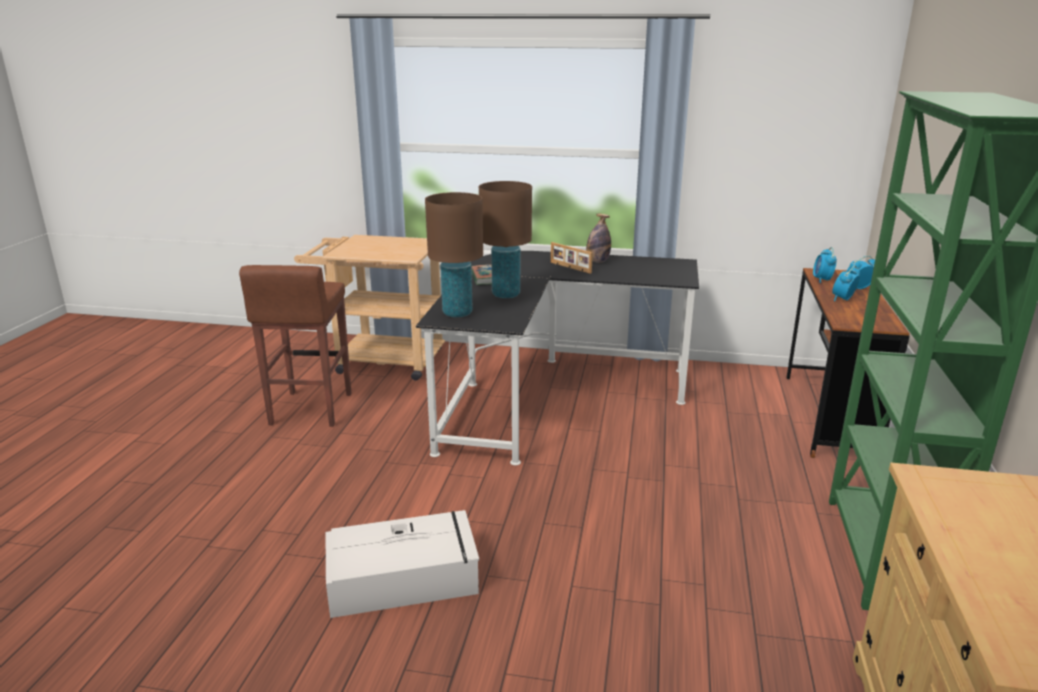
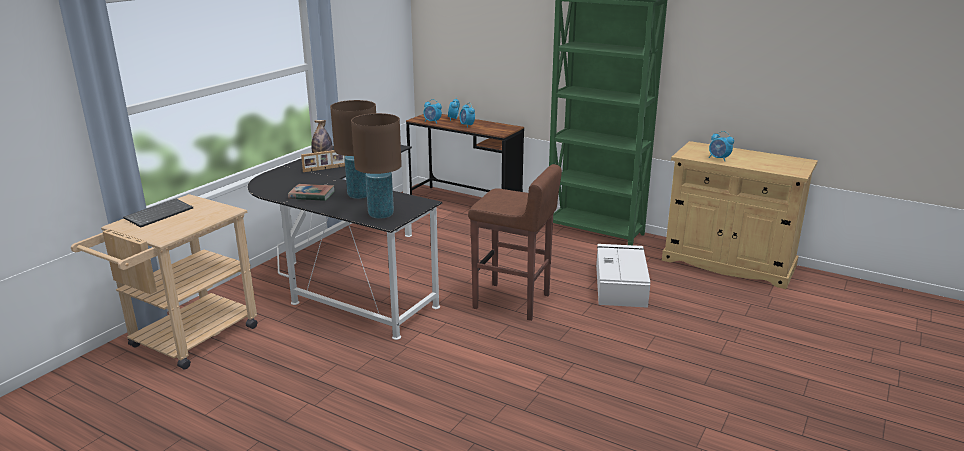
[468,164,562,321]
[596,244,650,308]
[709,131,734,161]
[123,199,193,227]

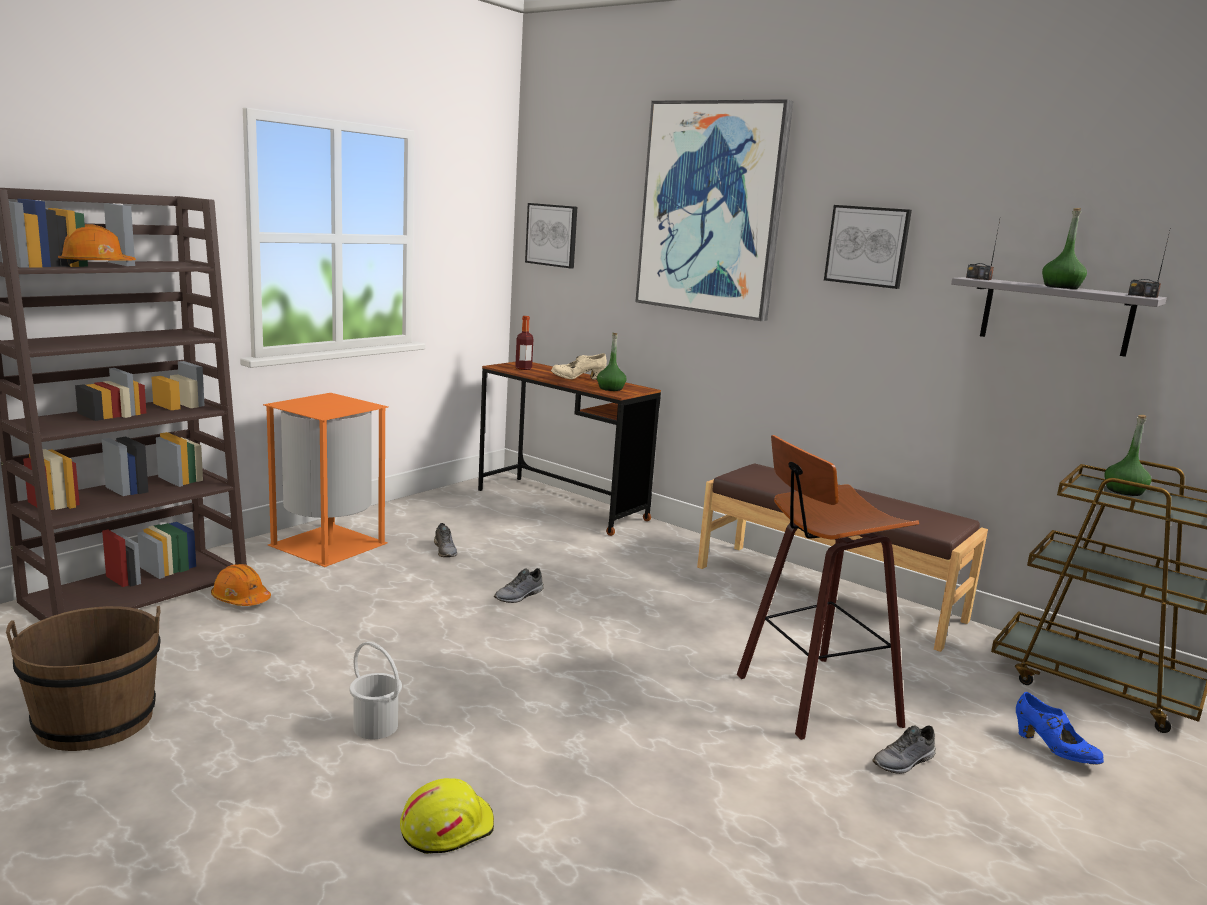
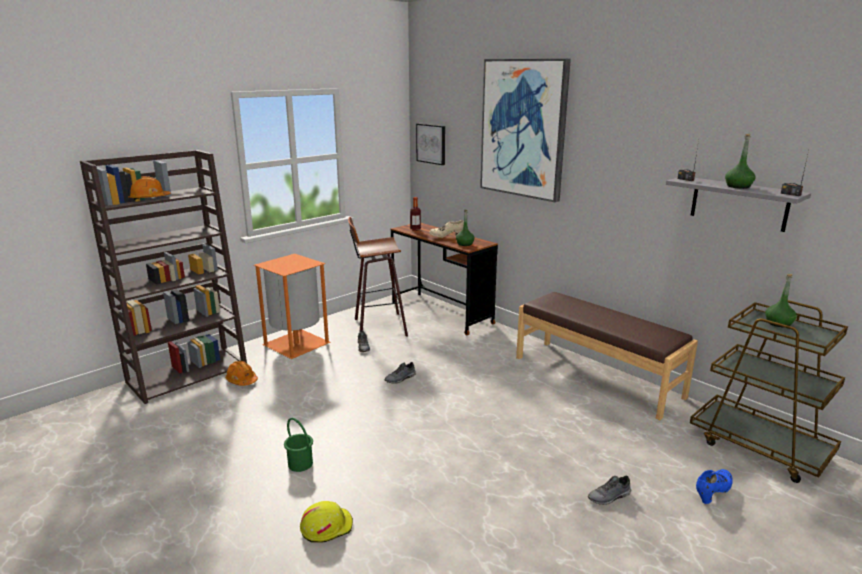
[824,205,912,289] (first image)
[348,217,408,337]
[6,606,161,751] (first image)
[284,418,313,472]
[696,469,733,504]

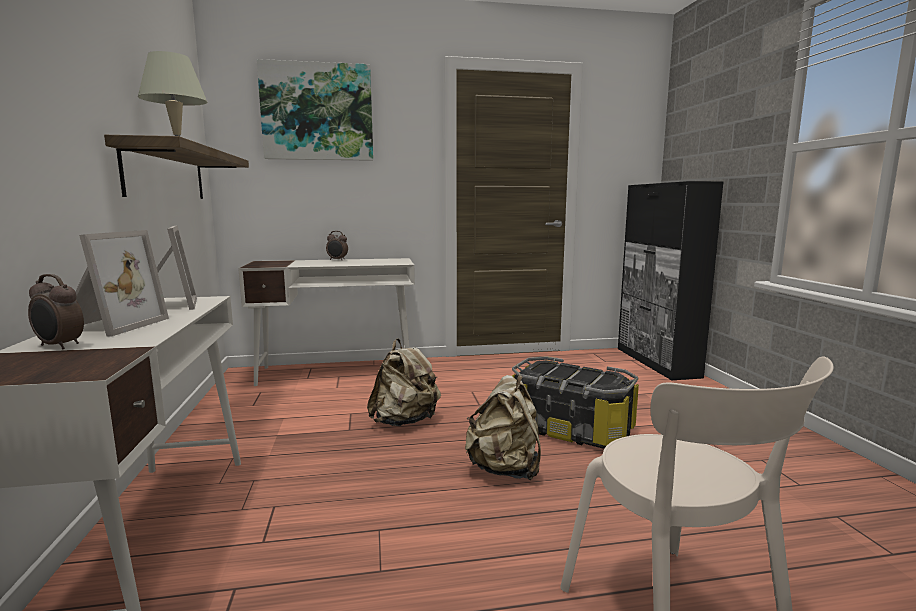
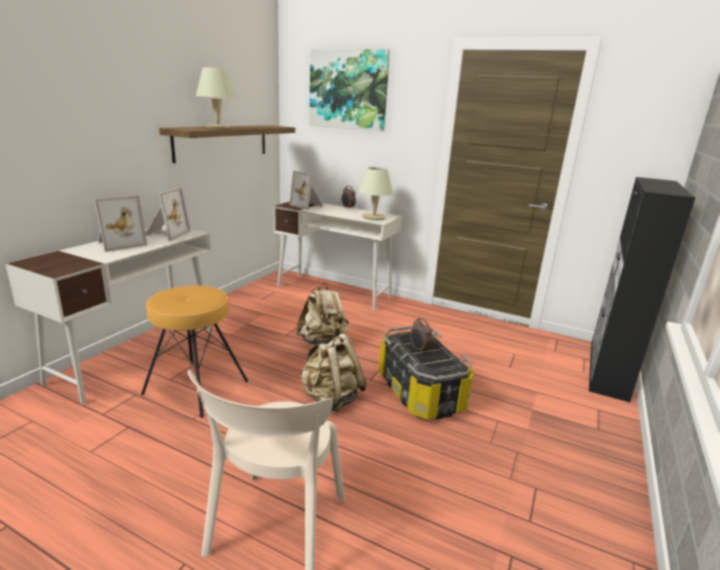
[410,318,433,352]
[358,167,393,220]
[289,171,323,210]
[141,286,248,418]

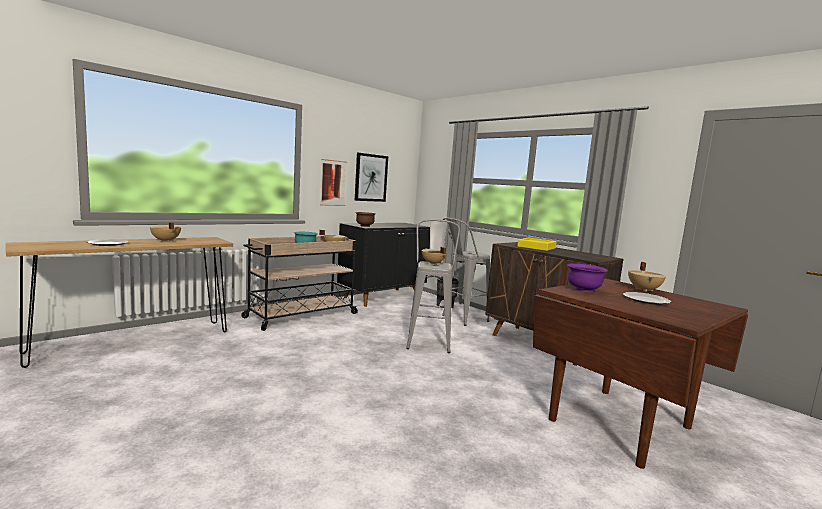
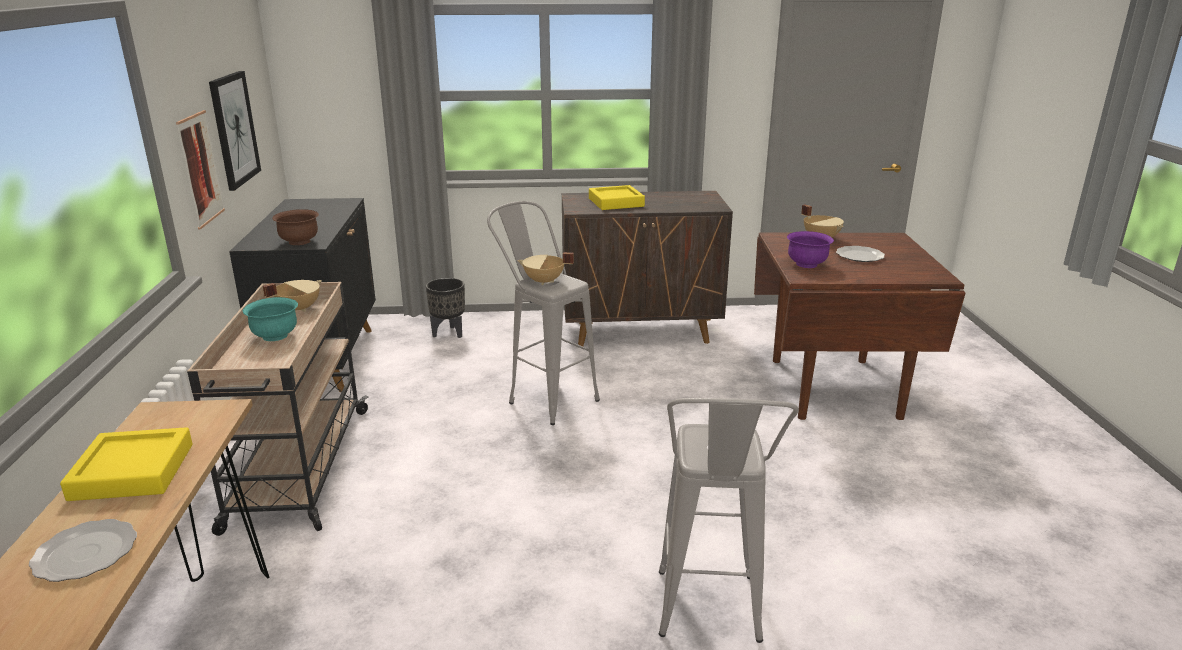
[659,398,799,643]
[60,427,192,501]

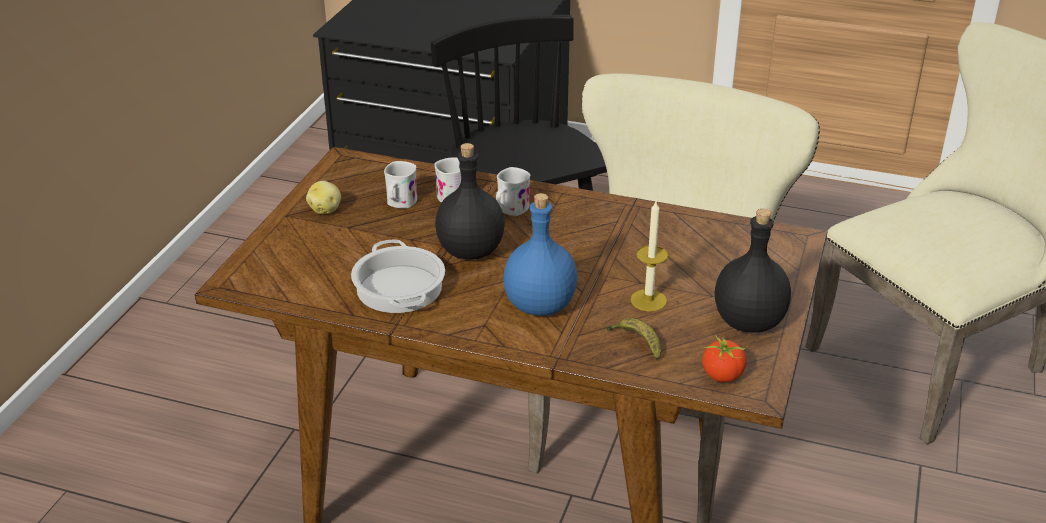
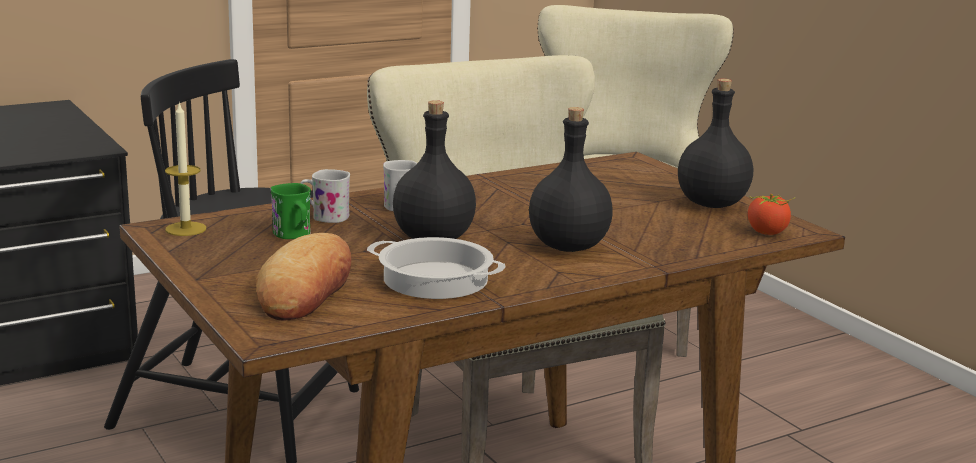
[270,183,311,239]
[306,181,341,214] (first image)
[529,107,613,252]
[165,101,206,236]
[607,318,661,360] (first image)
[256,233,351,321]

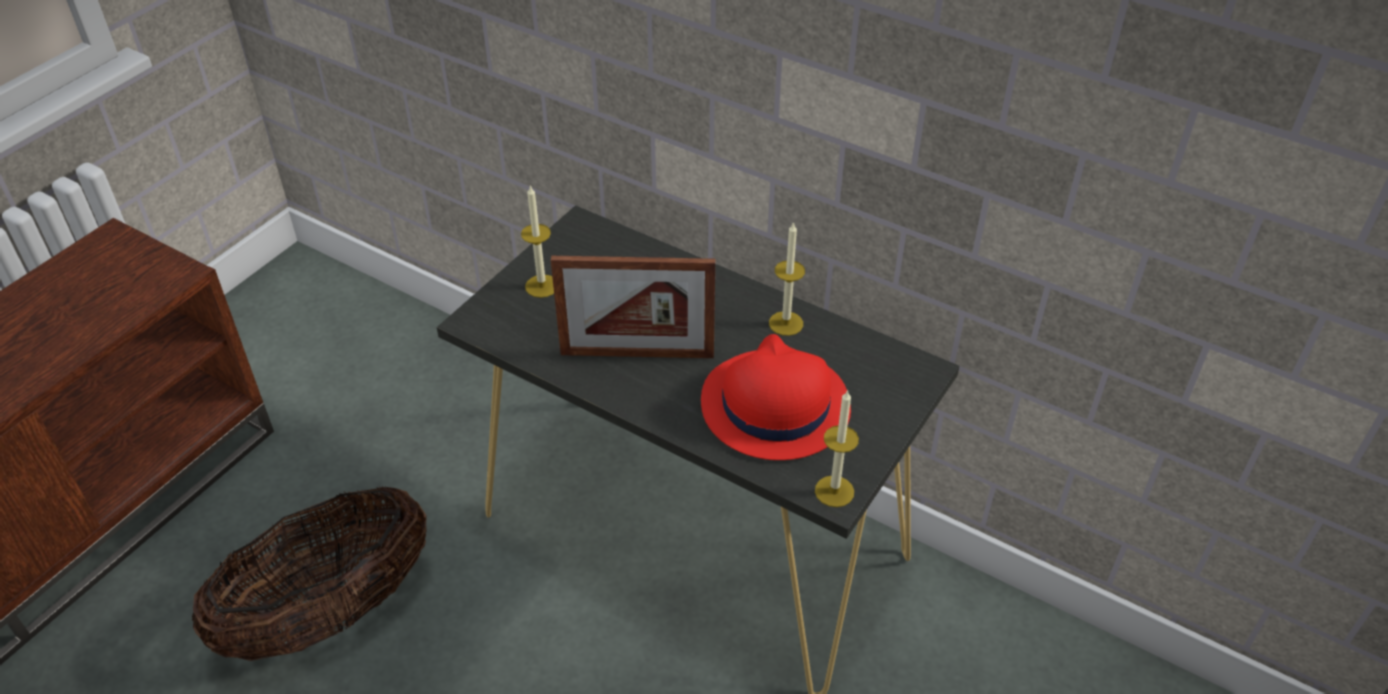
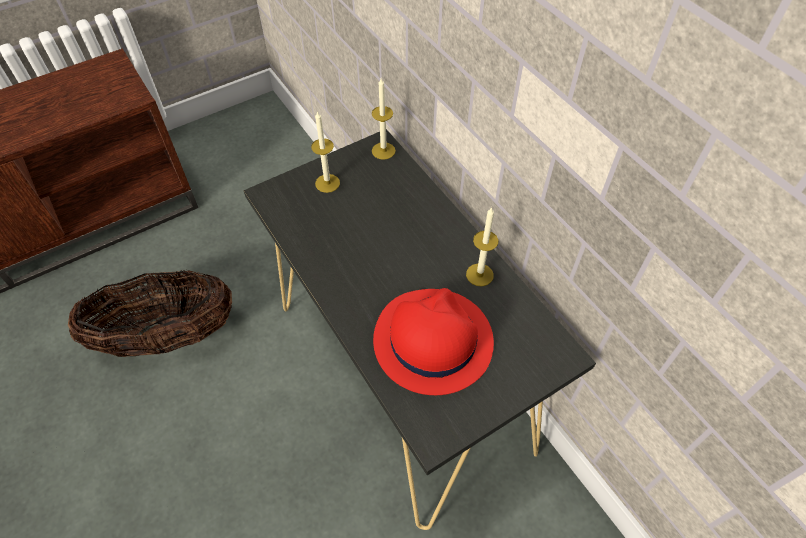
[551,256,715,358] (first image)
[372,78,396,160]

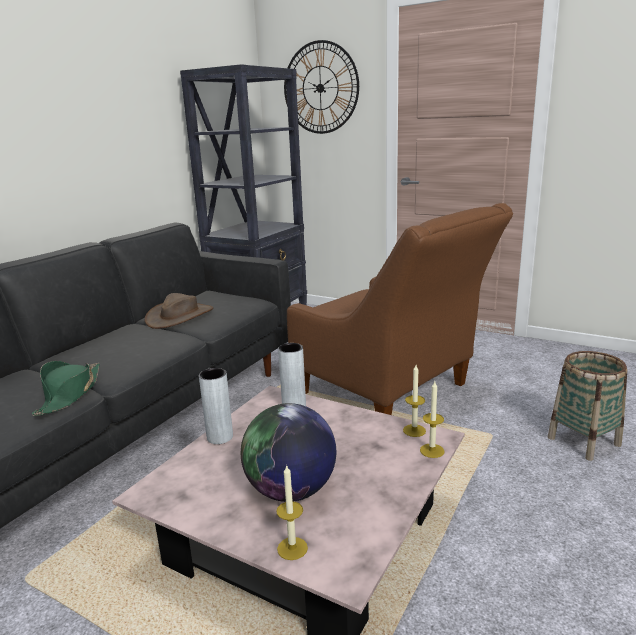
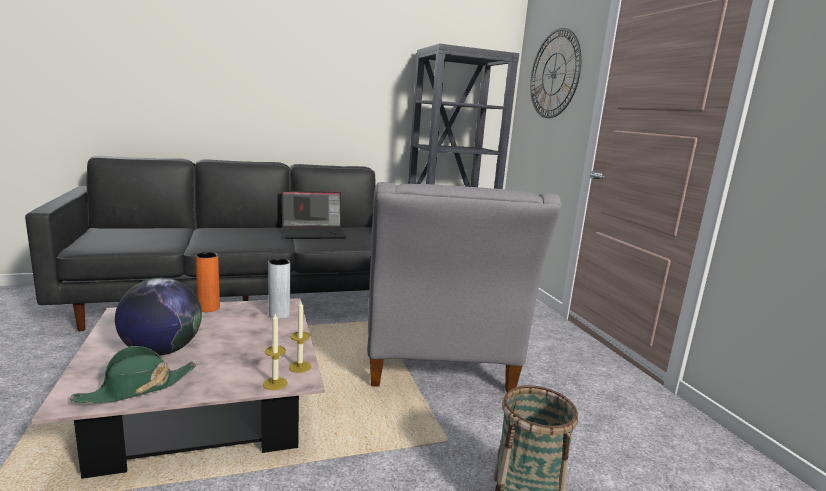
[367,182,561,392]
[282,191,347,239]
[70,346,196,404]
[195,252,220,312]
[276,464,308,560] (first image)

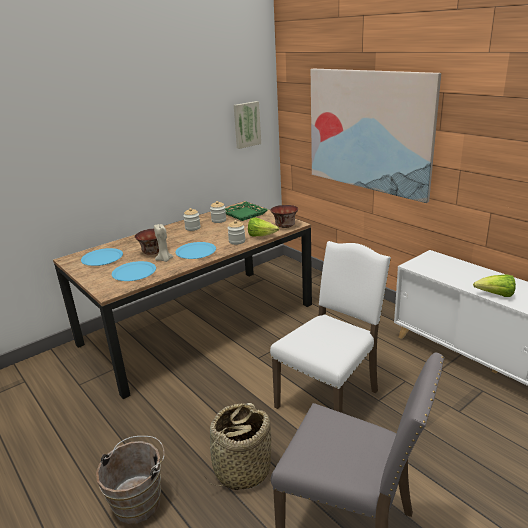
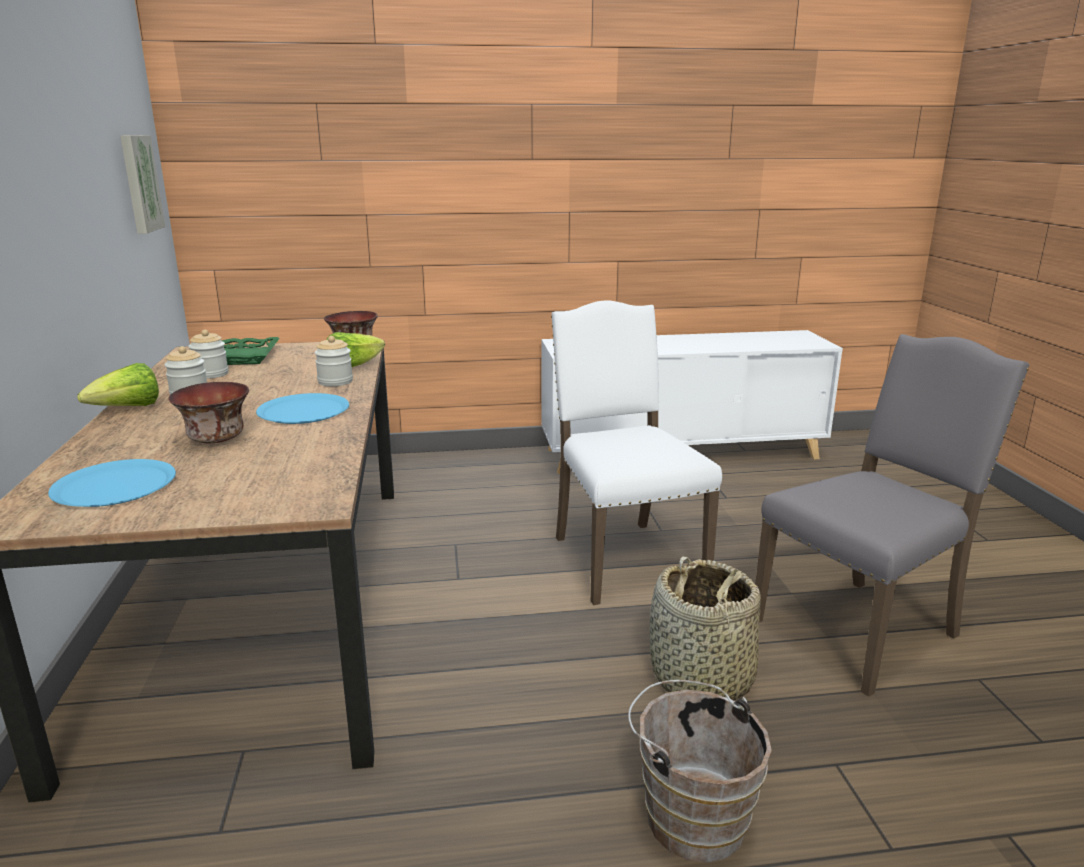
[311,69,441,203] (first image)
[154,224,174,262] (first image)
[112,261,156,281] (first image)
[77,363,159,406]

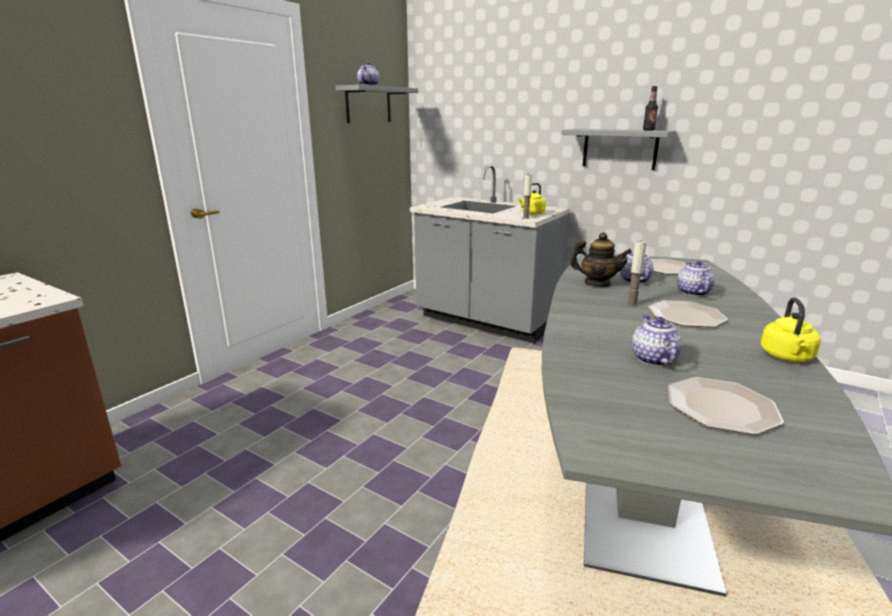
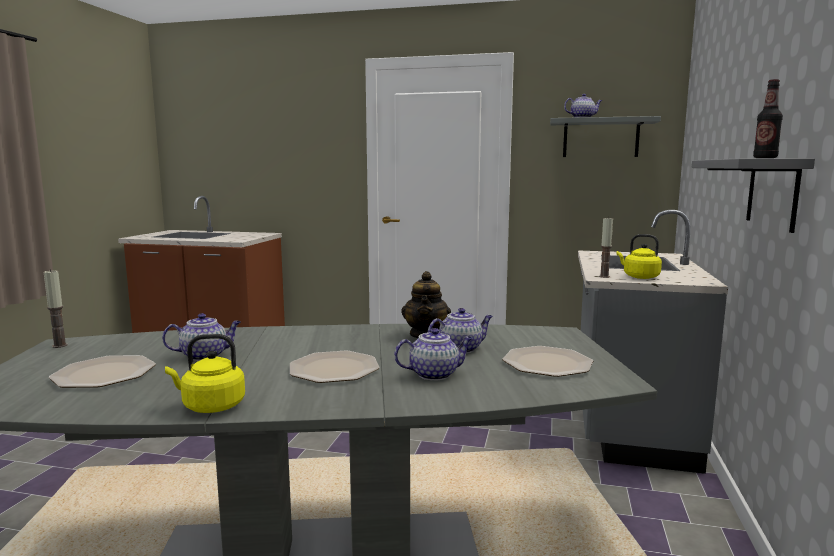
[44,269,68,348]

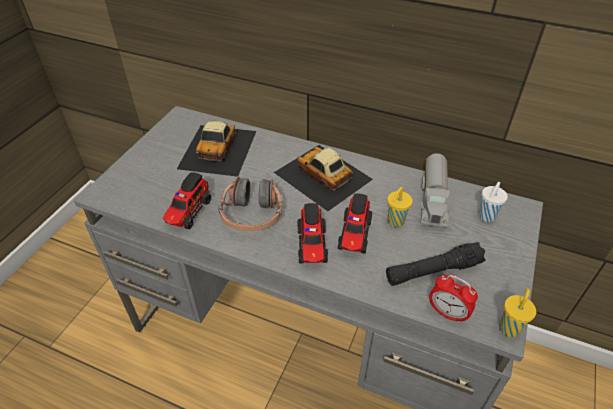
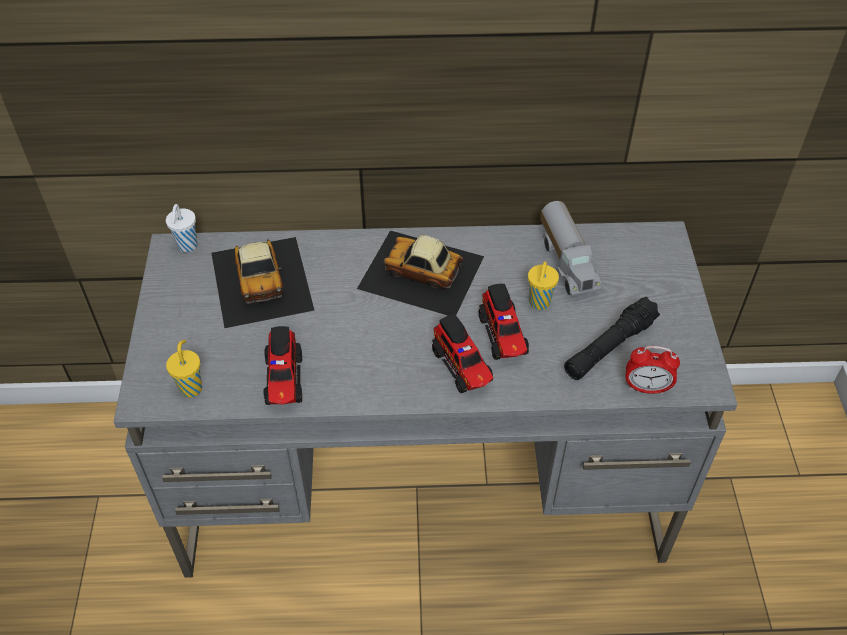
[218,177,283,231] (first image)
[166,204,198,252]
[166,340,202,398]

